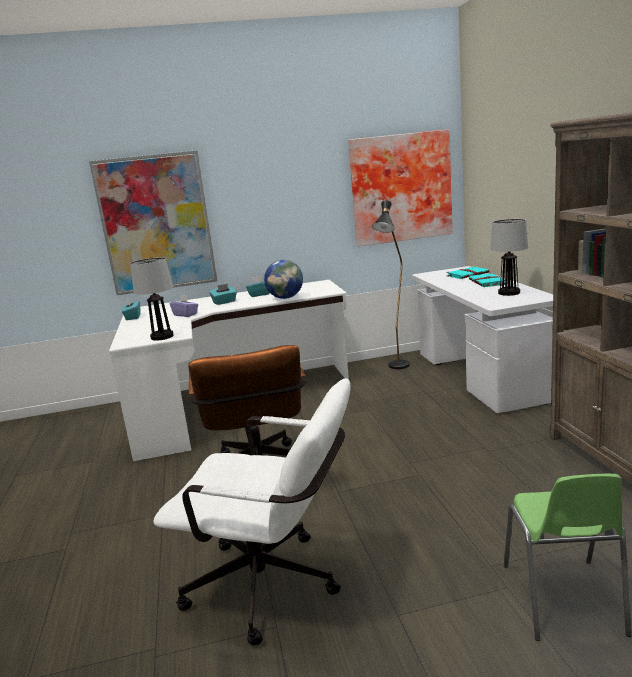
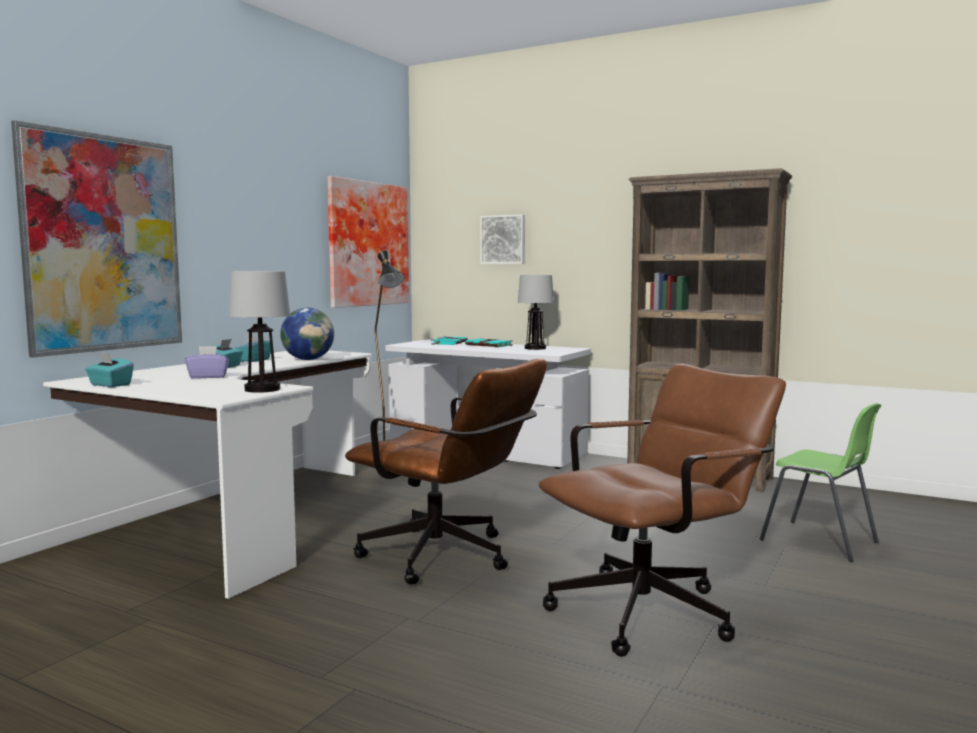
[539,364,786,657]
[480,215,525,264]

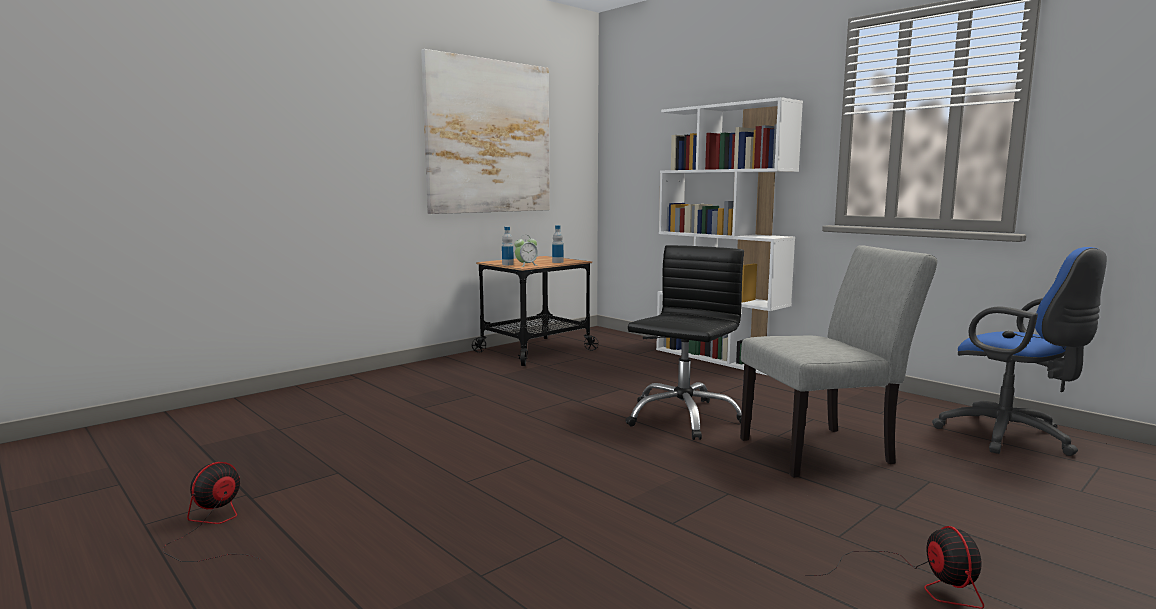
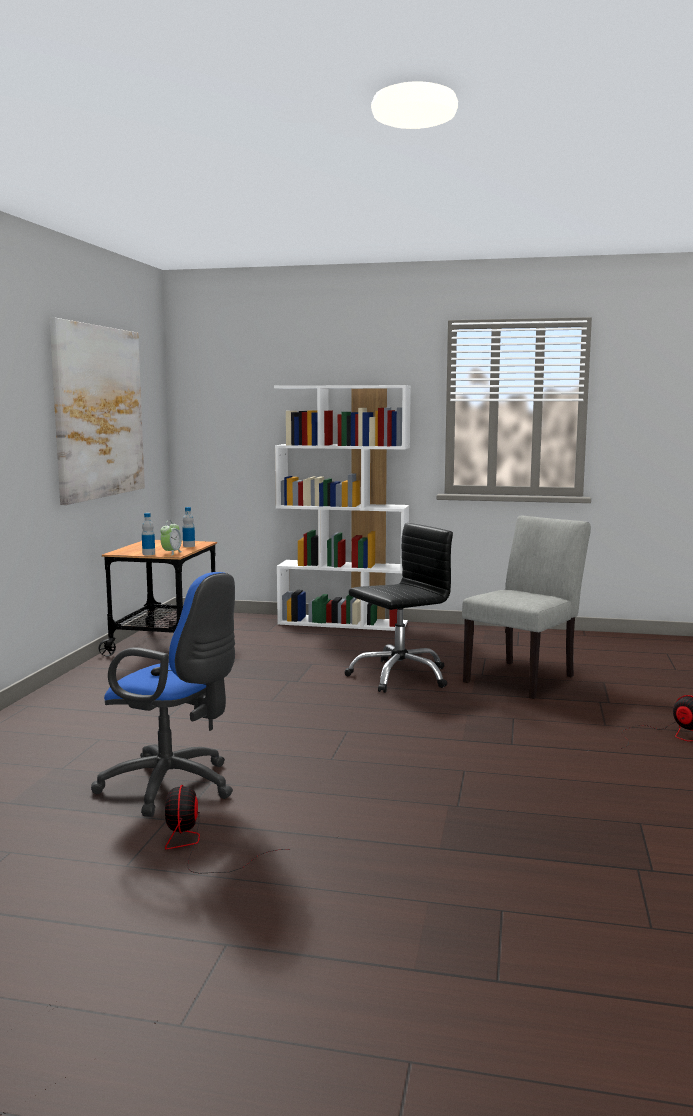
[344,523,453,693]
[91,572,235,817]

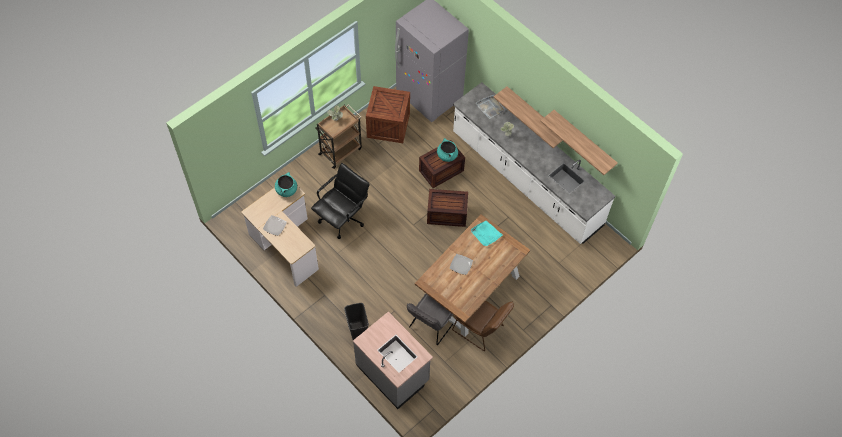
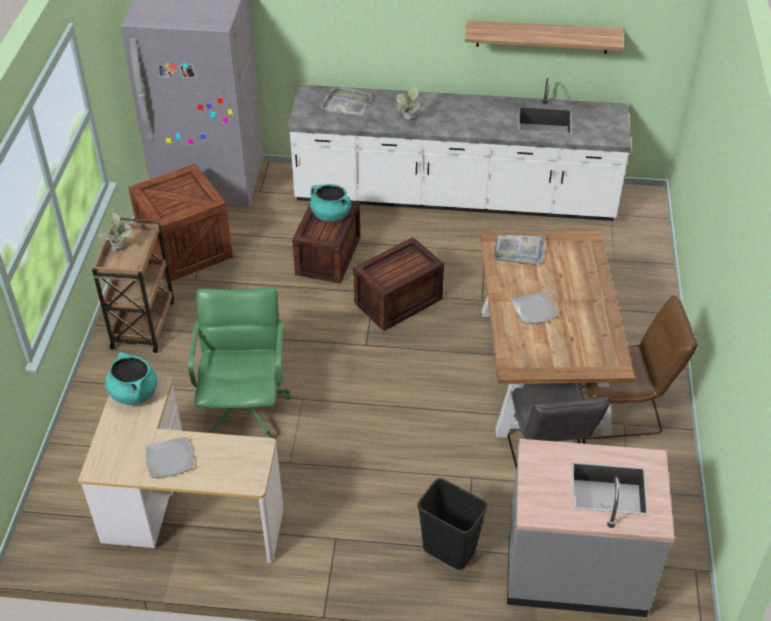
[494,86,563,148] (first image)
[188,288,291,438]
[493,235,545,265]

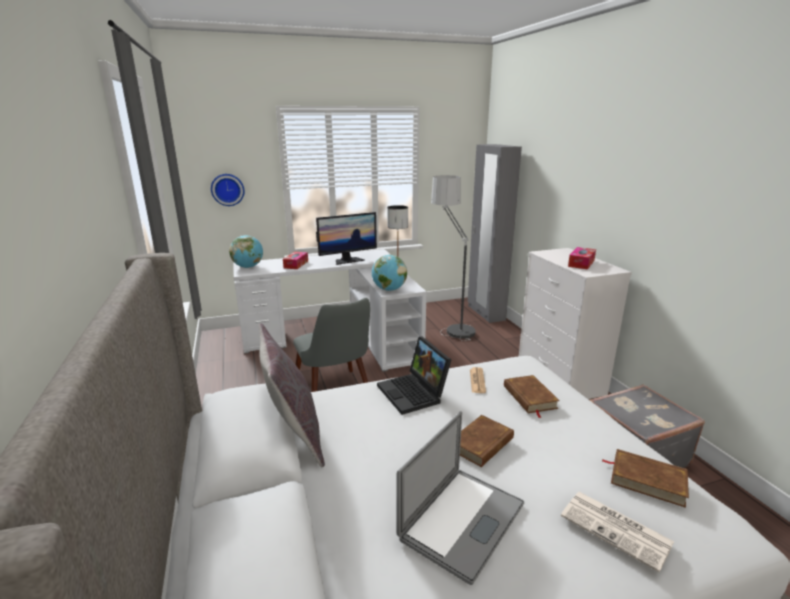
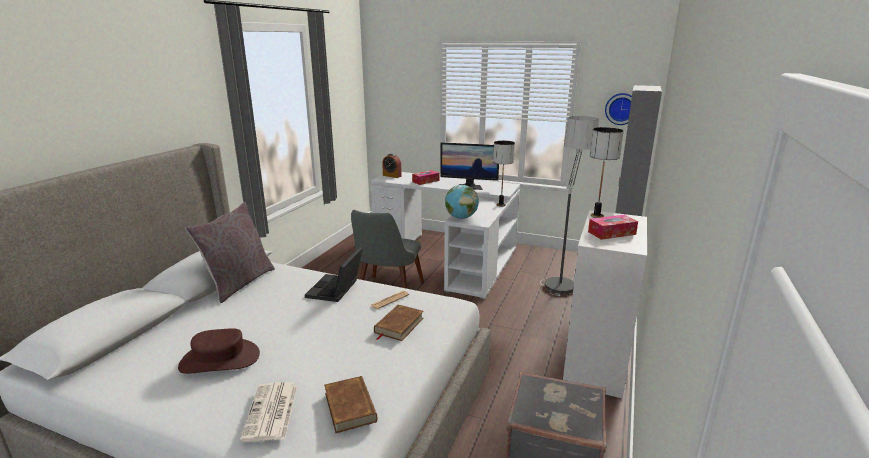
[605,93,632,125]
[382,154,402,178]
[178,328,260,374]
[460,415,514,467] (first image)
[590,127,624,218]

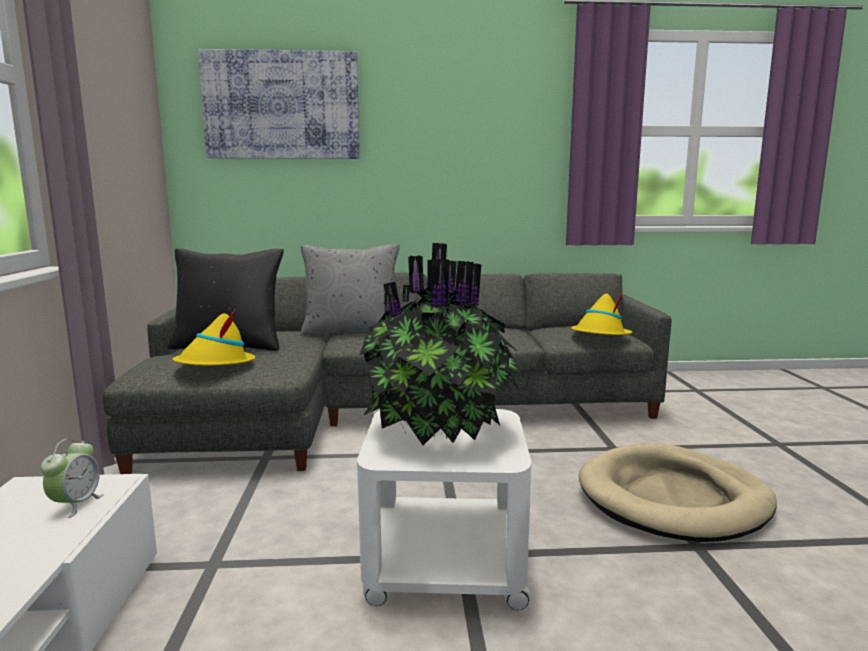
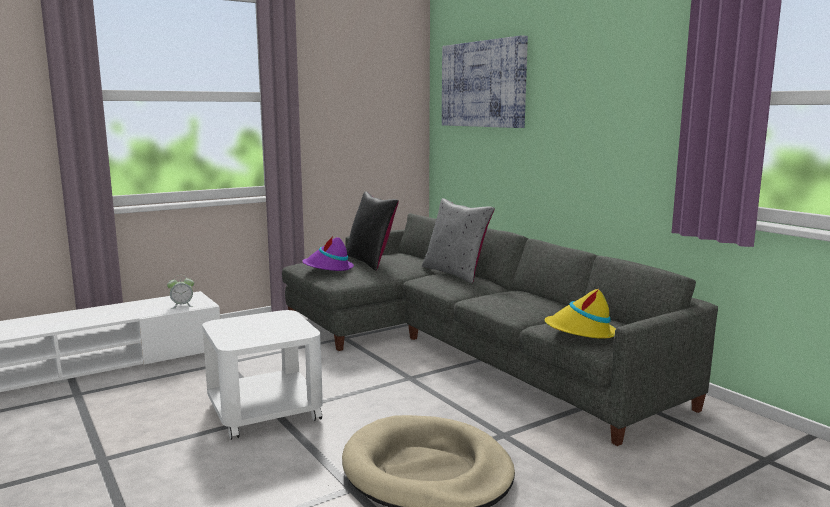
[359,243,524,445] (first image)
[302,236,354,271]

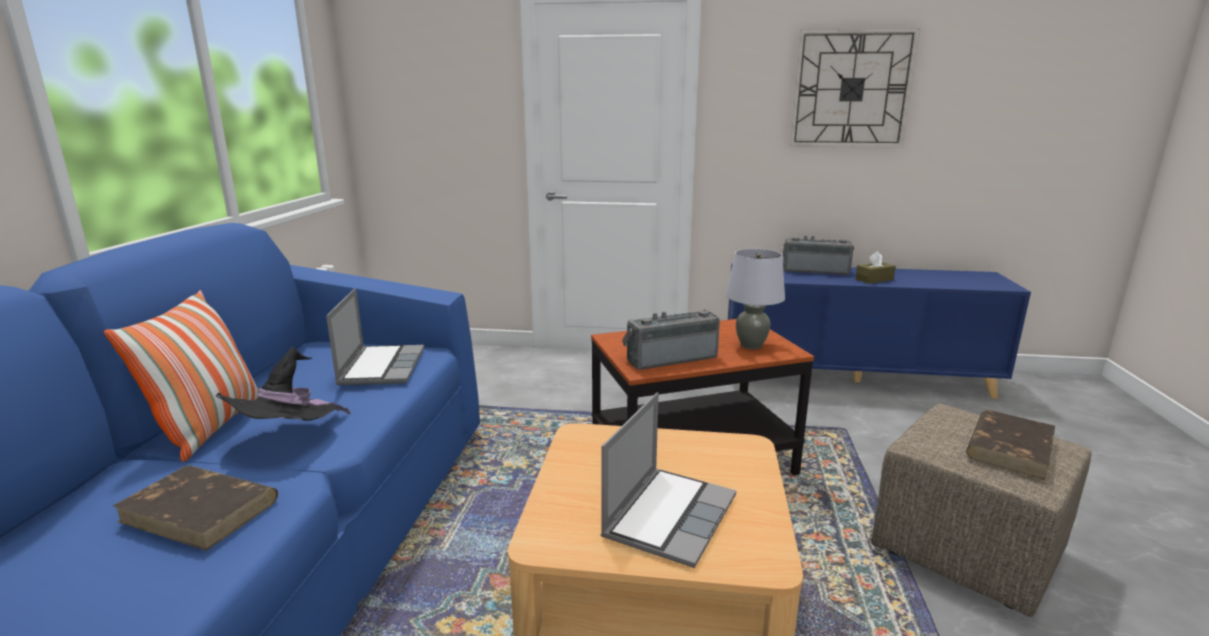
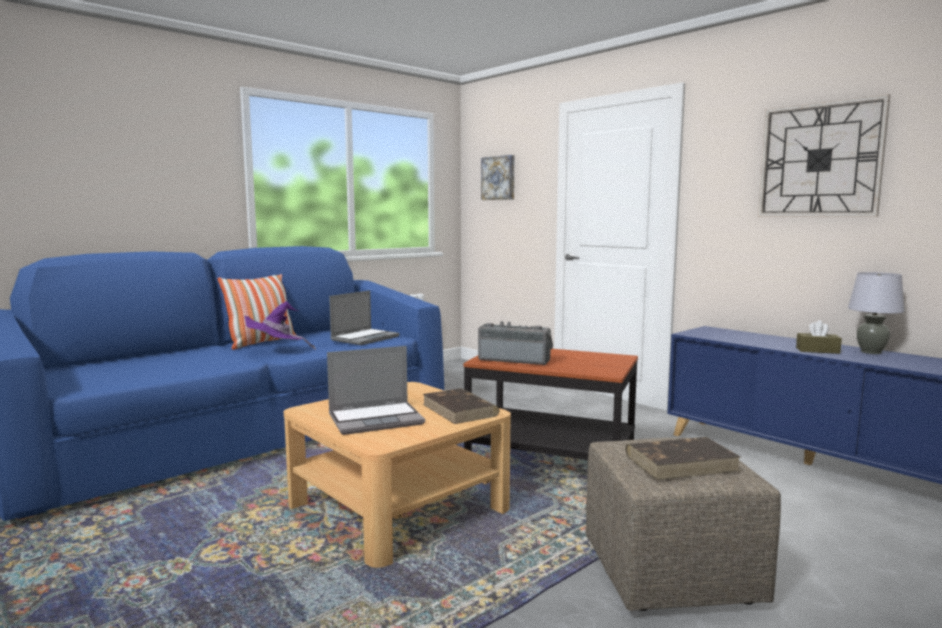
[783,235,854,275] (first image)
[848,272,905,354]
[244,301,316,350]
[423,388,499,424]
[481,155,514,200]

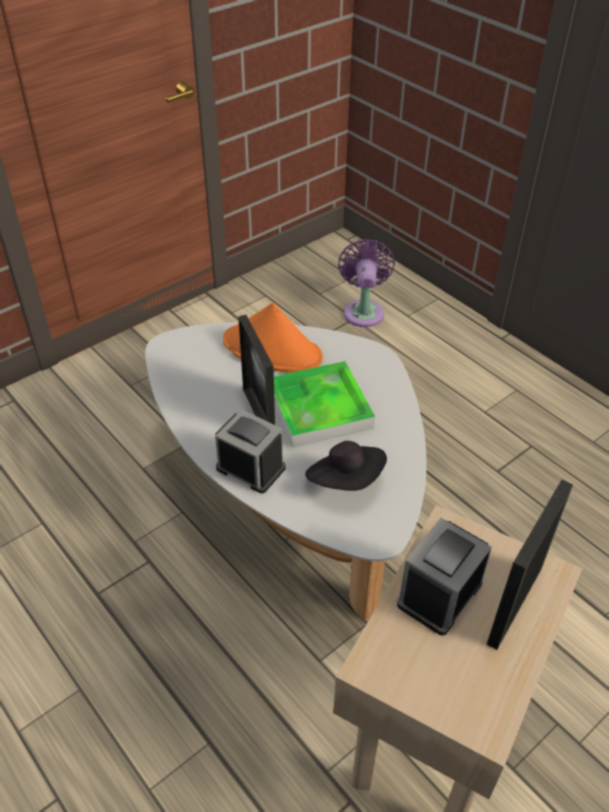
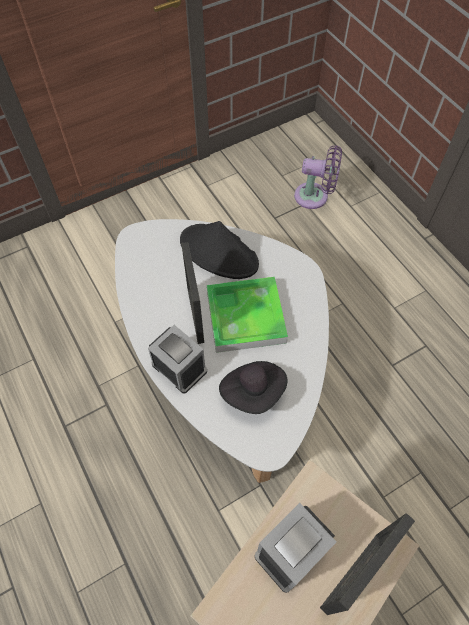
[294,145,342,209]
[180,221,259,279]

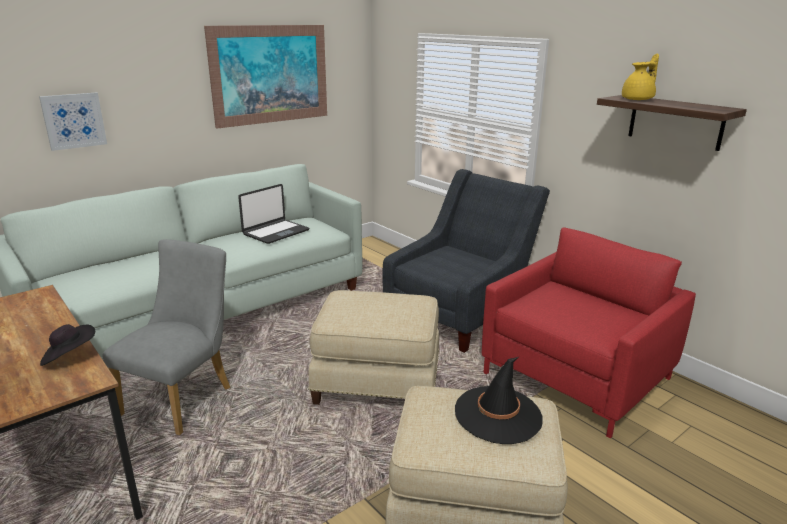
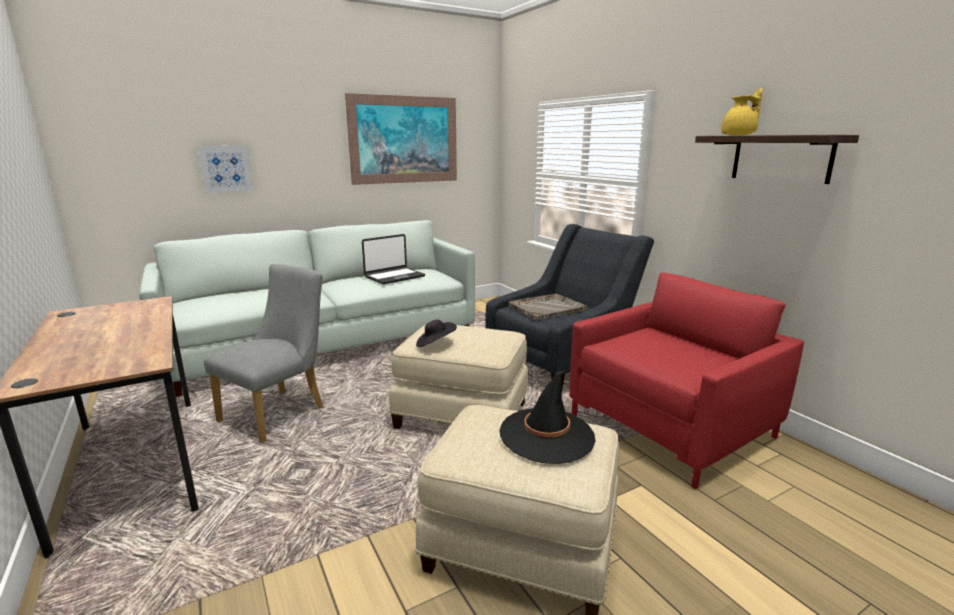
[416,320,457,347]
[509,294,587,321]

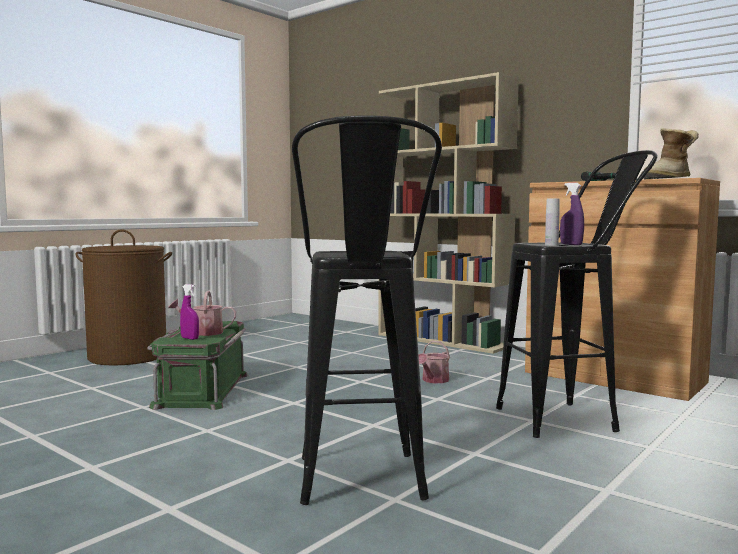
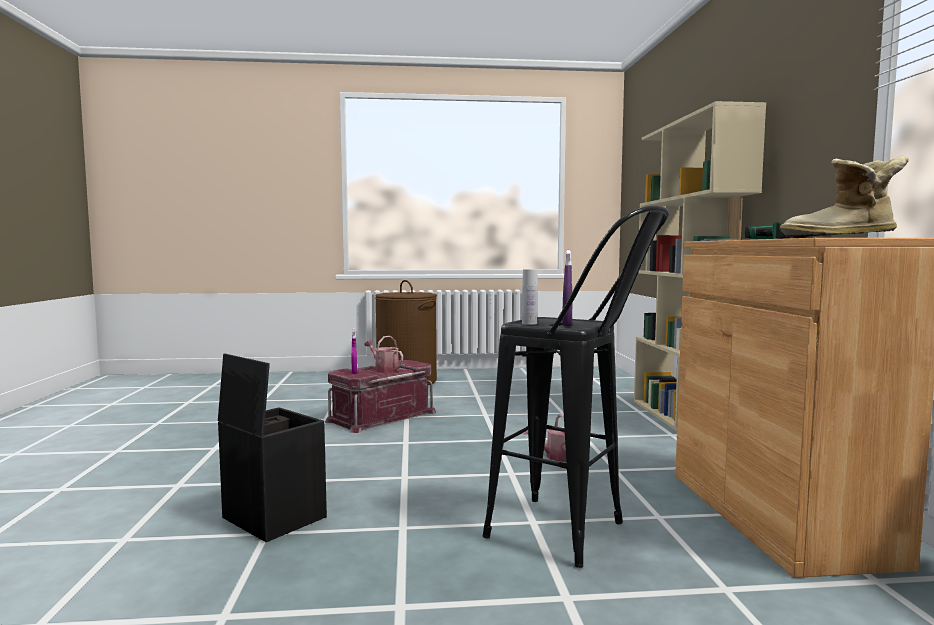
[218,354,327,542]
[325,360,436,433]

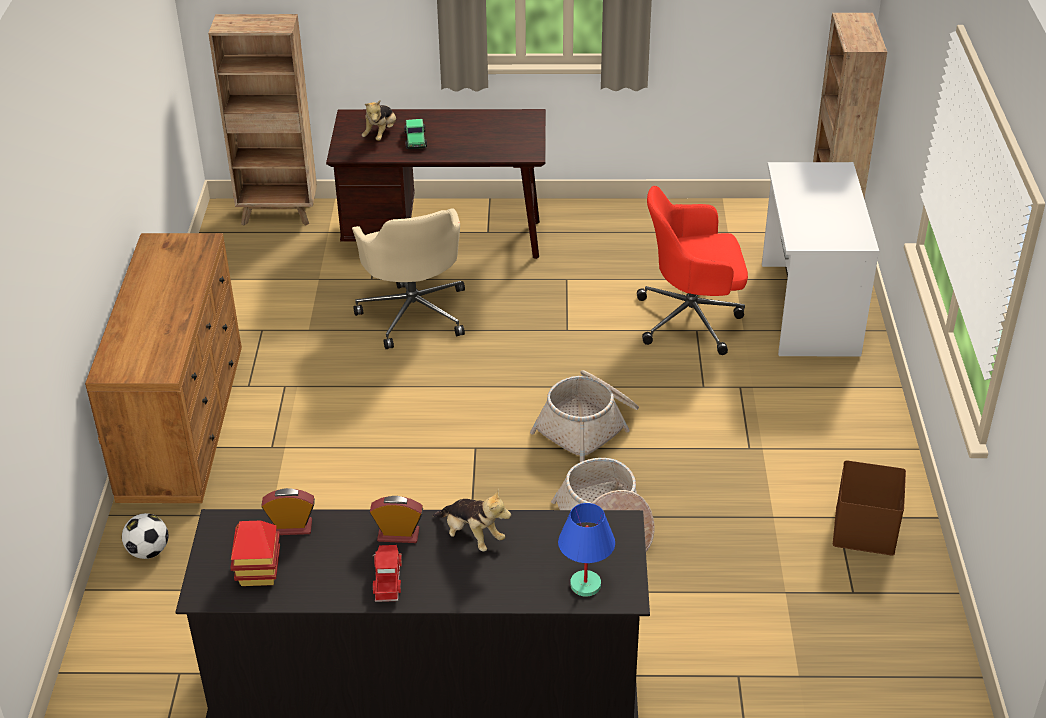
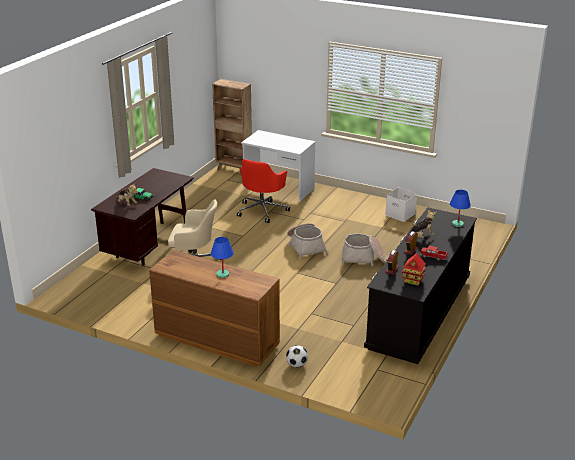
[208,14,317,226] (first image)
[385,188,417,222]
[211,237,234,278]

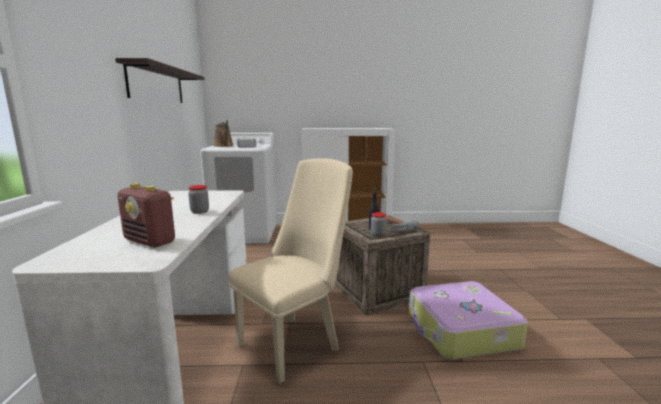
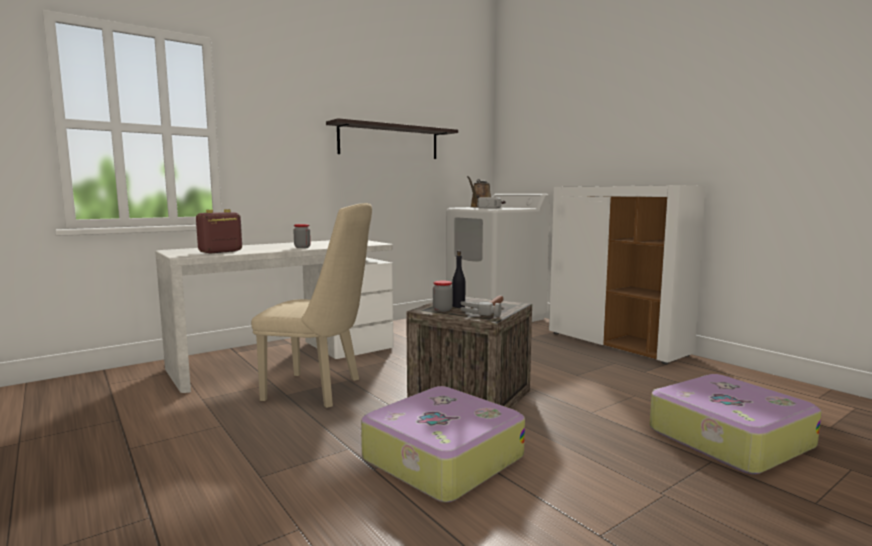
[196,209,242,254]
[650,374,822,474]

